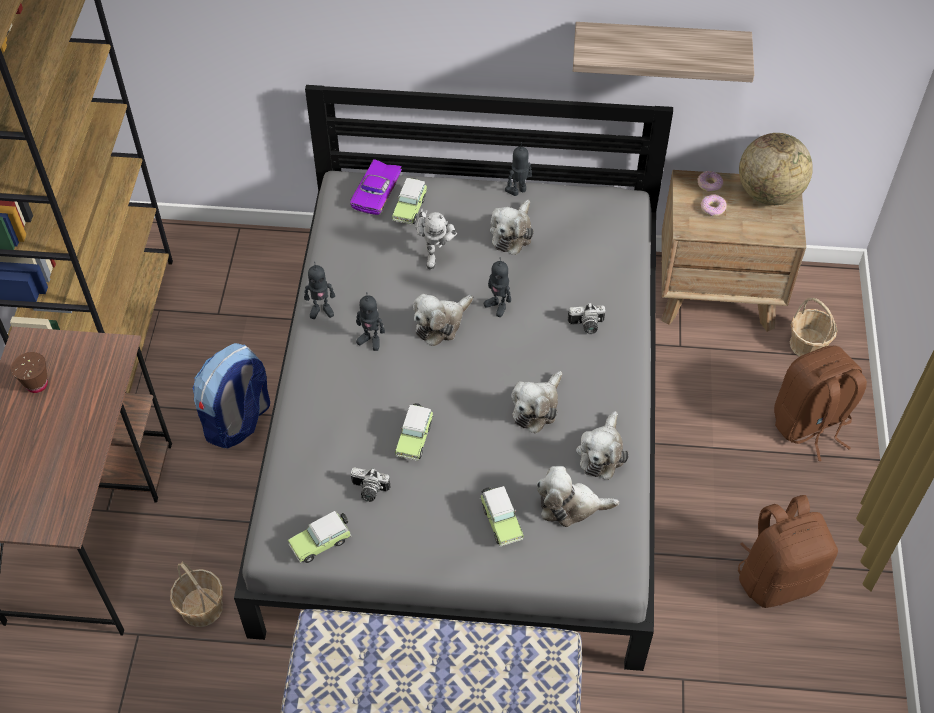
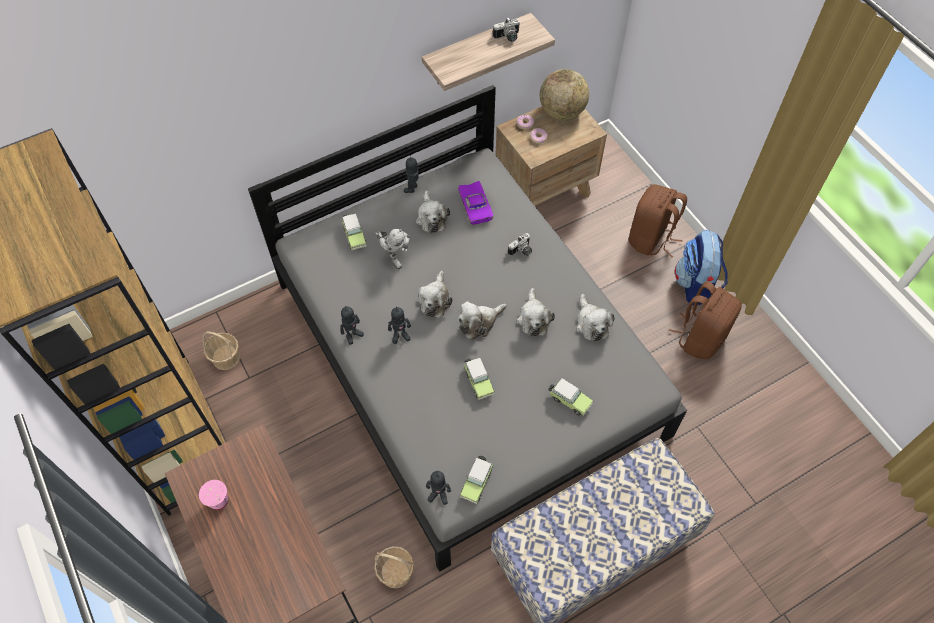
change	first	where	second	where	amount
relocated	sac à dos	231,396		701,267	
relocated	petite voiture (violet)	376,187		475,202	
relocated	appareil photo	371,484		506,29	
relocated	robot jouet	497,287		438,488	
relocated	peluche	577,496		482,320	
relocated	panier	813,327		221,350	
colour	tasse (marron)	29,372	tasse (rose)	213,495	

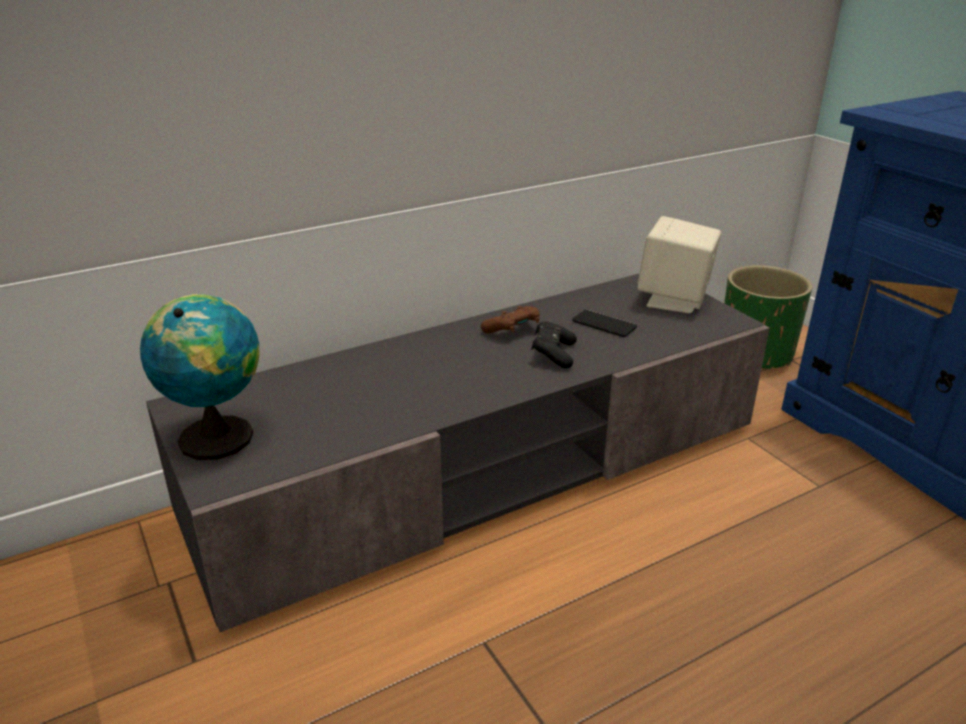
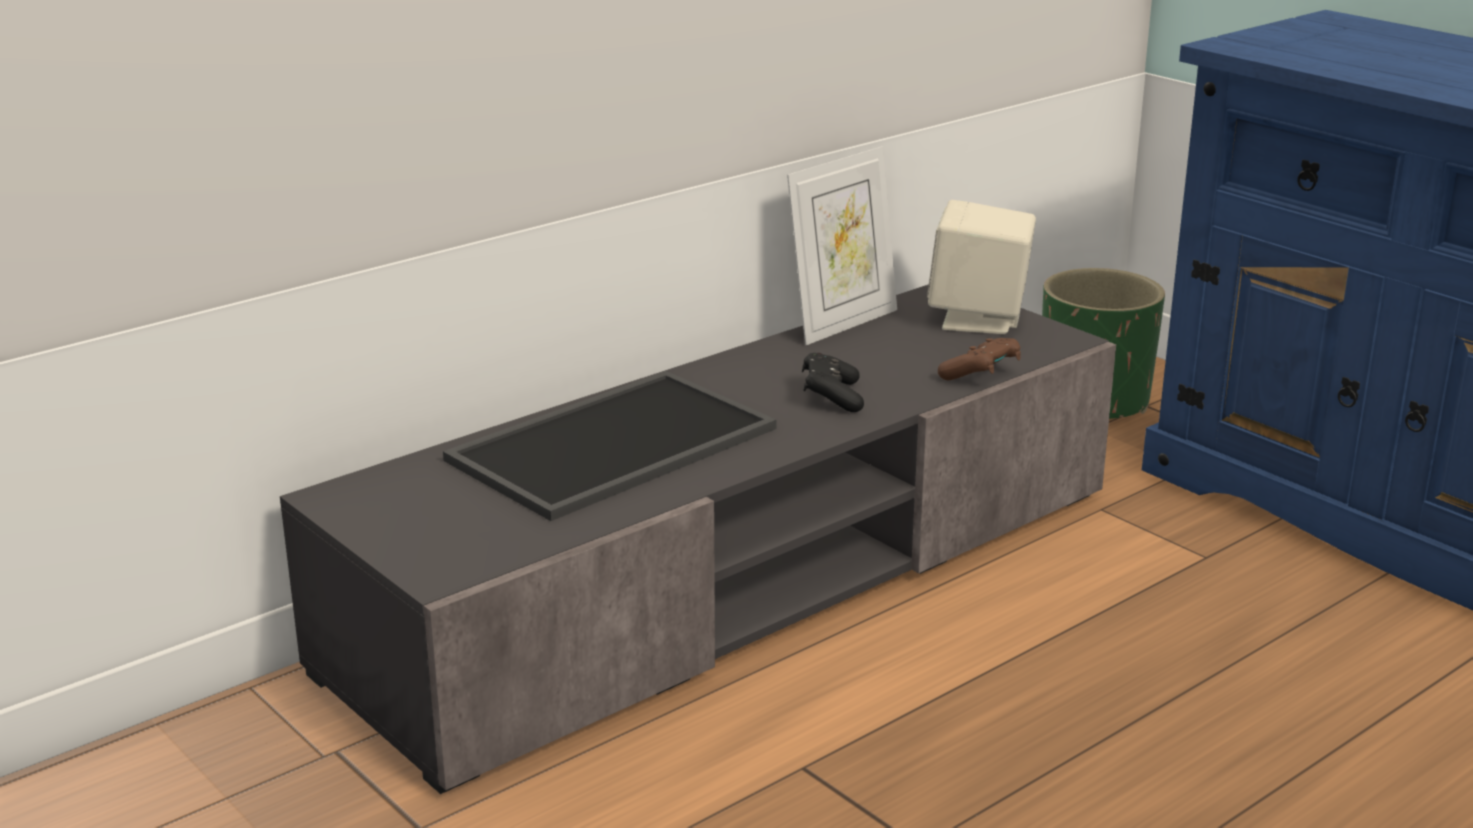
change	first	where	second	where	amount
missing	globe	199,377			
missing	téléphone	604,323			
appeared			plateau	610,446	
appeared			cadre photo	842,246	
relocated	manette (marron)	510,319		979,359	

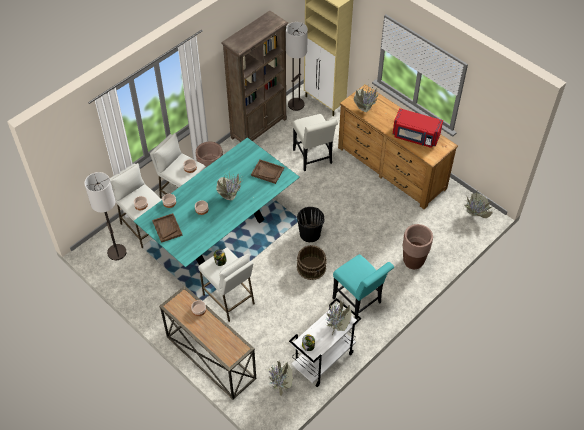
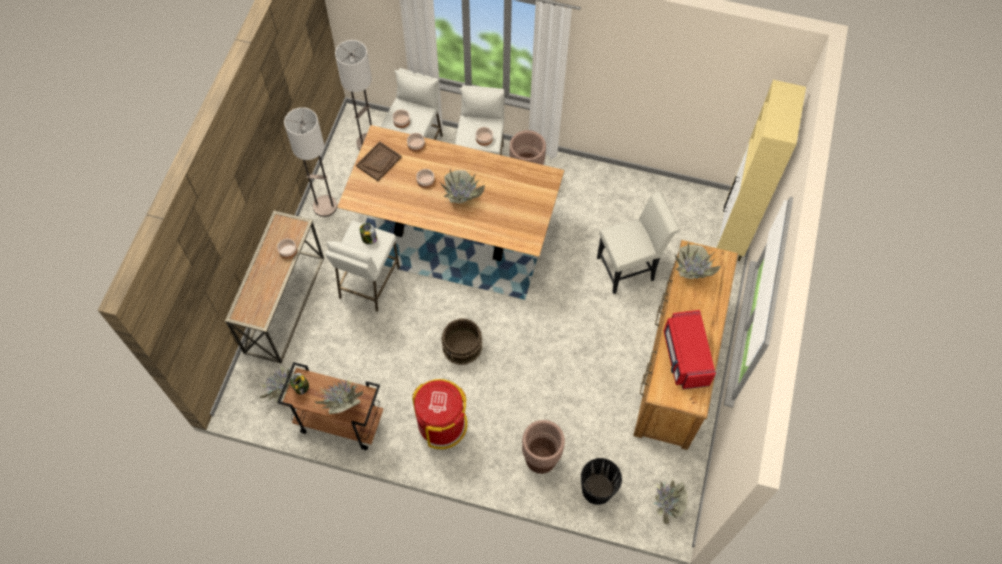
change	first	where	second	where	amount
missing	bibliothèque (marron)	254,76			
missing	plateau (marron)	267,172			
relocated	lampadaire	297,66		310,162	
relocated	seau (noir)	311,224		601,481	
exchanged	chaise (turquoise)	363,287	poubelle (rouge)	439,414	
colour	table à manger (turquoise)	217,202	table à manger (marron)	451,193	
colour	chariot (blanc)	325,342	chariot (marron)	330,406	
spun	chaise (blanc)	315,142		638,243	150 degrees counterclockwise

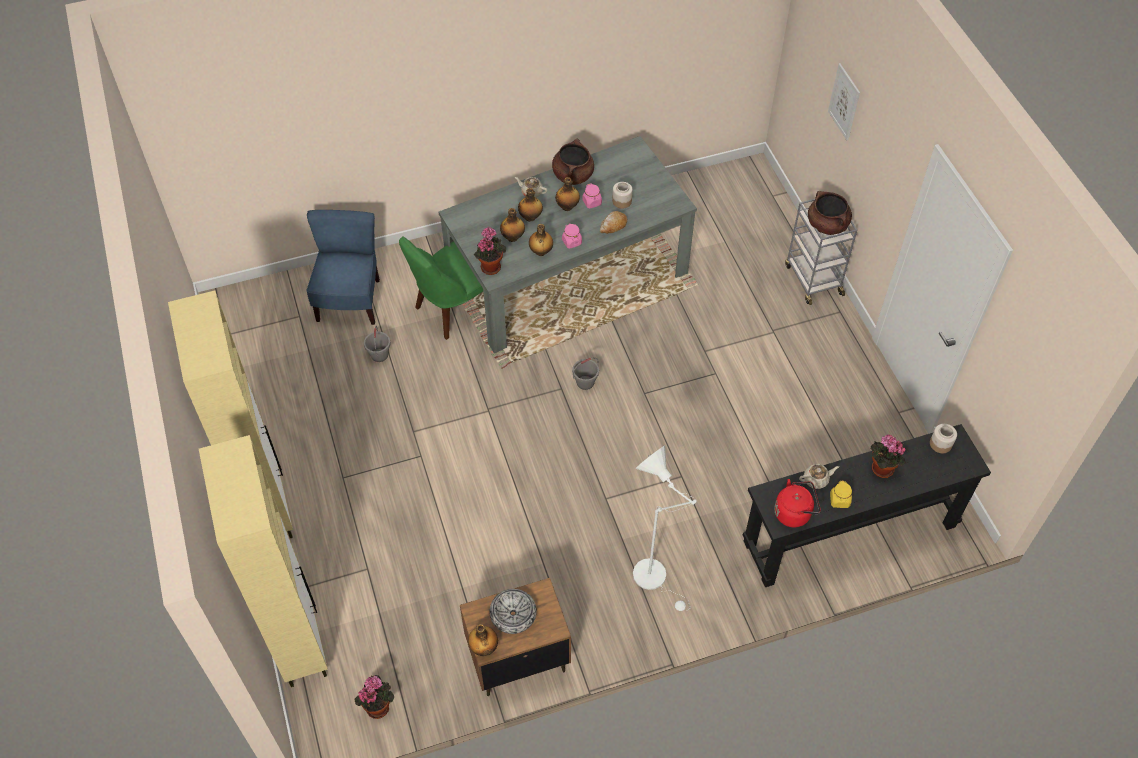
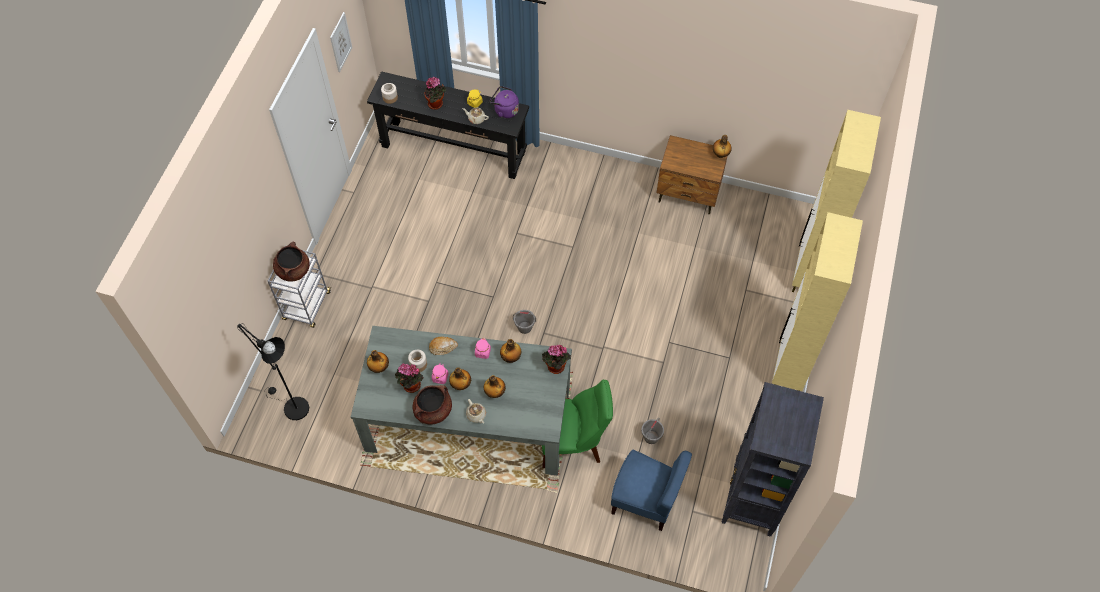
change	first	where	second	where	amount
missing	bol	513,611			
missing	lampadaire (blanc)	665,528			
appeared			lampadaire (noir)	273,371	
appeared			bibliothèque (noir)	773,459	
relocated	plante en pot	374,697		409,378	
relocated	bouteille	512,225		378,361	
relocated	tableau	844,101		341,42	
colour	bouilloire (rouge)	797,503	bouilloire (violet)	504,102	
spun	chaise (bleu)	343,267		651,490	105 degrees counterclockwise

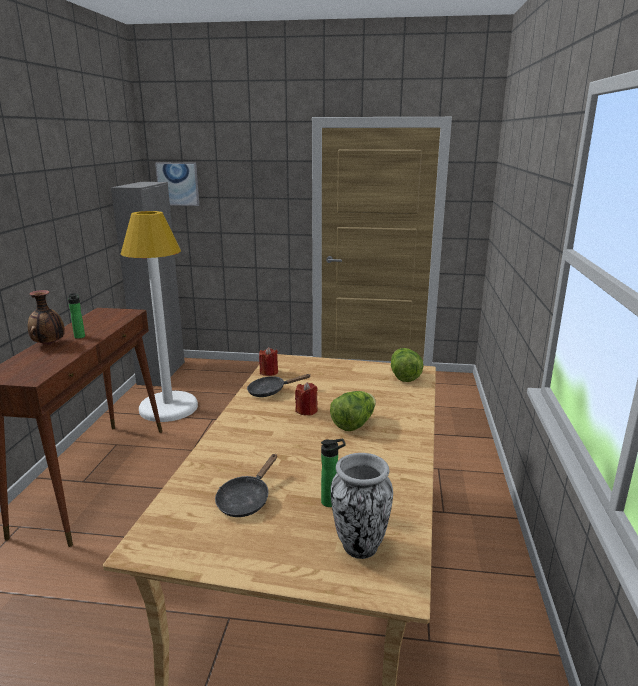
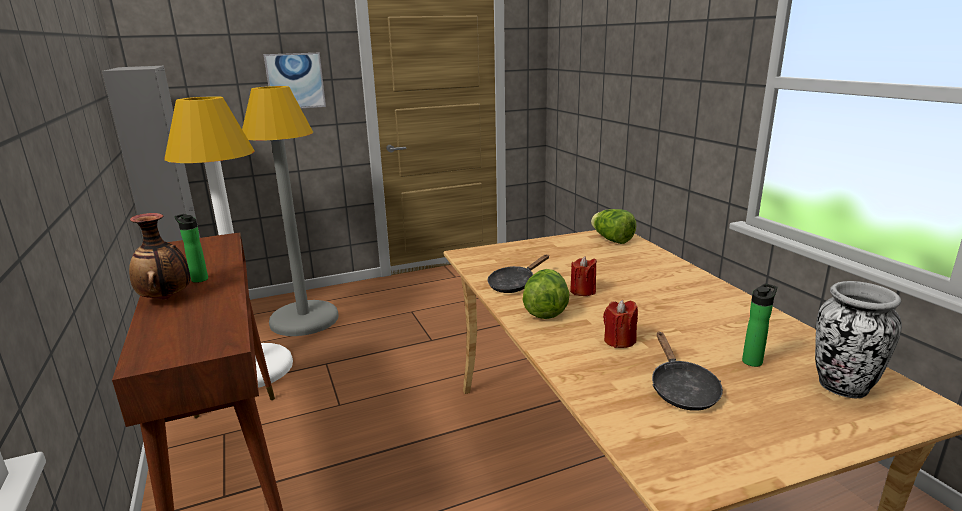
change	first	where	second	where	amount
appeared			lampadaire (gris)	290,211	
relocated	tableau	177,184		295,80	
relocated	bougie (rouge)	268,361		620,324	
relocated	laitue	353,411		545,294	

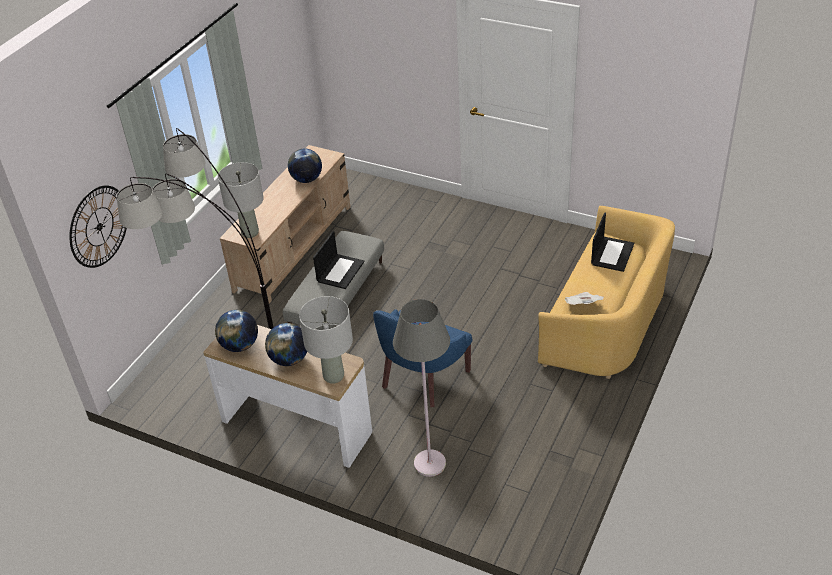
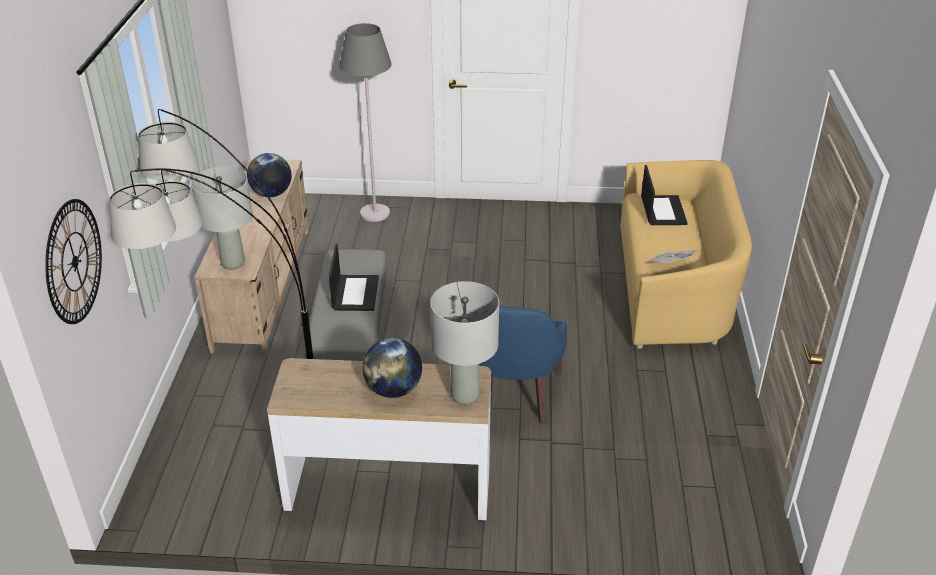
change	first	where	second	where	amount
missing	globe	236,331			
relocated	lampadaire (gris)	421,388		365,122	

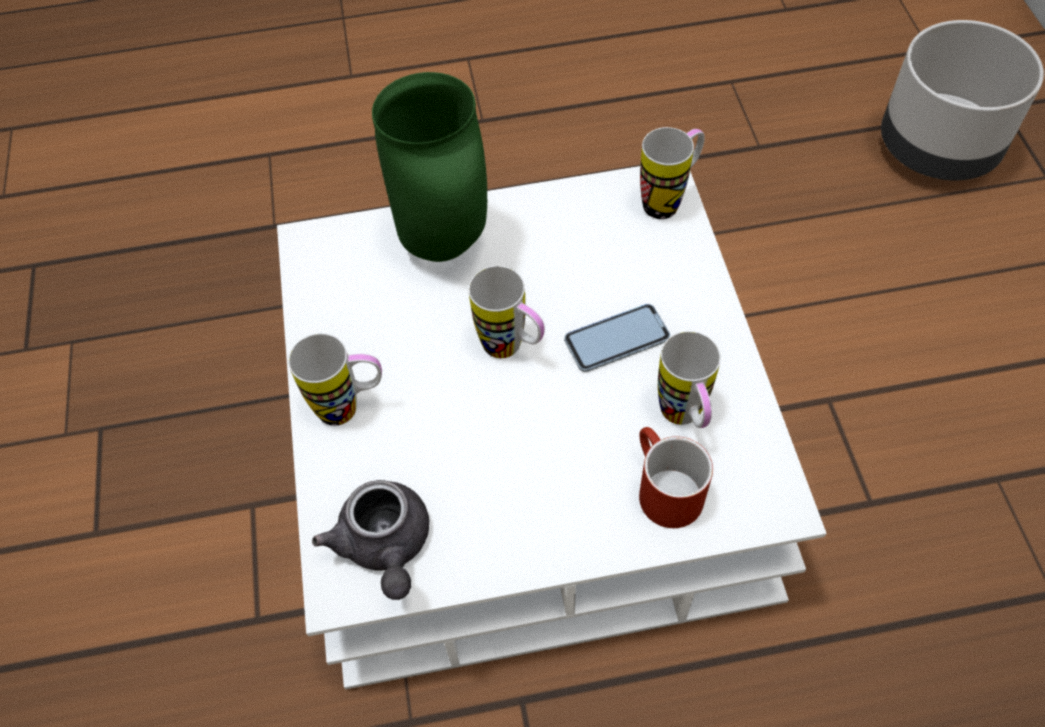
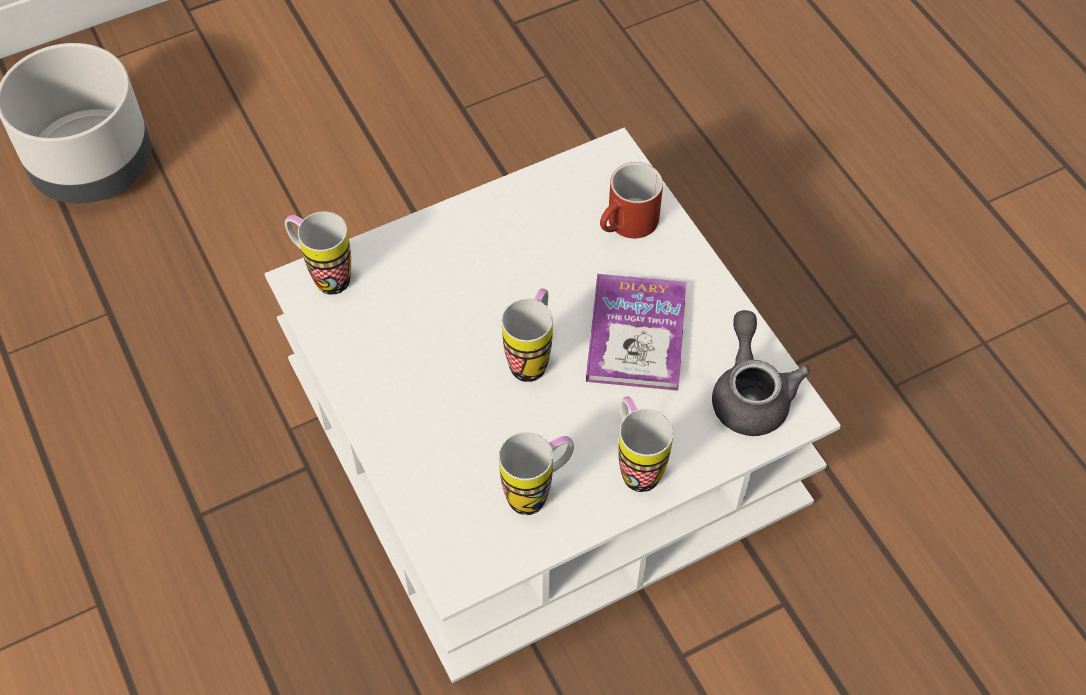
change	first	where	second	where	amount
missing	vase (vert)	429,167			
missing	téléphone	617,338			
appeared			livre	636,332	
relocated	mug	689,379		536,473	
spun	théière (gris)	370,540		761,373	60 degrees counterclockwise

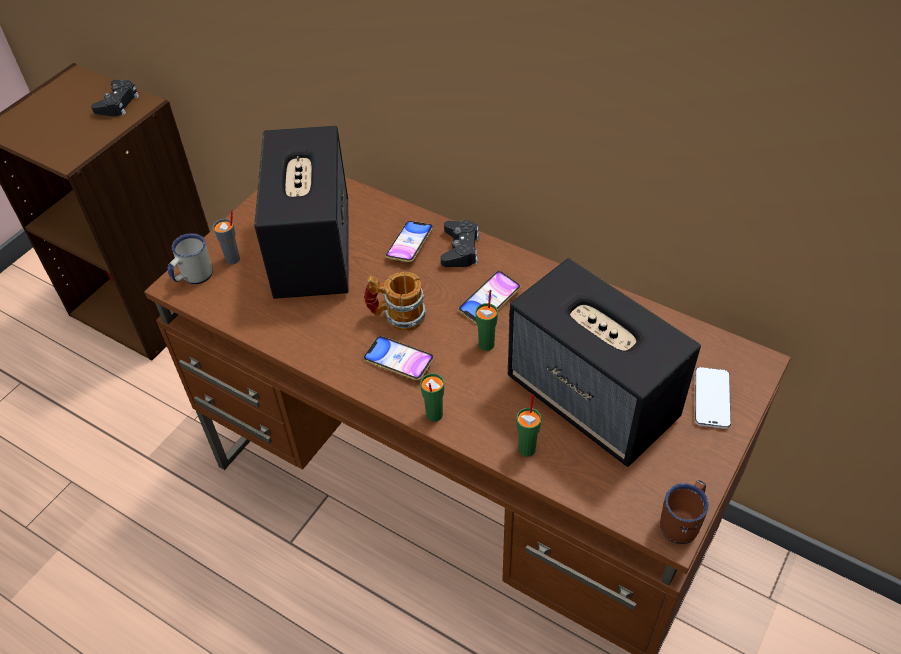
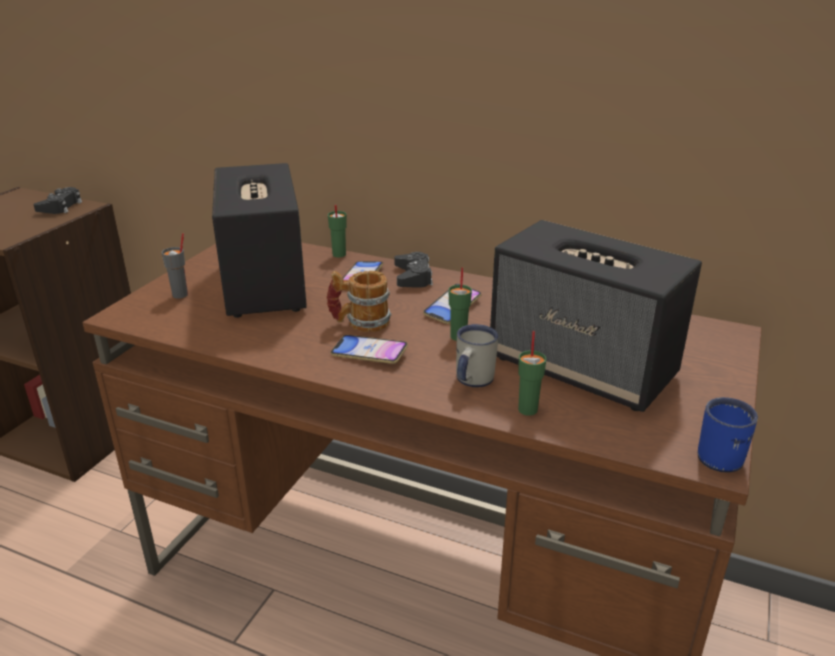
change	first	where	second	where	amount
missing	téléphone	713,398			
relocated	mug (blanc)	190,258		477,356	
relocated	tasse (vert)	432,397		337,230	
colour	mug (marron)	684,512	mug (bleu)	728,435	

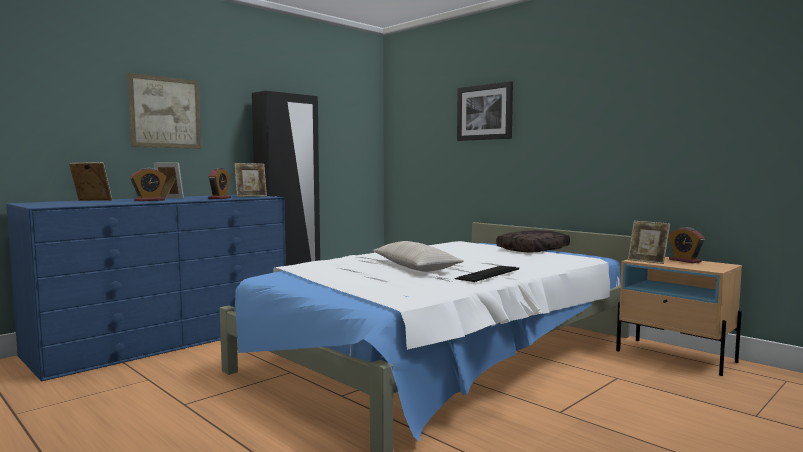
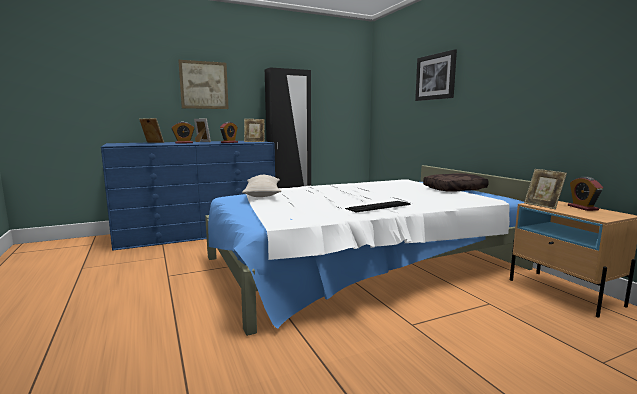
change	first	where	second	where	amount
relocated	coussin (beige)	418,256		261,186	

